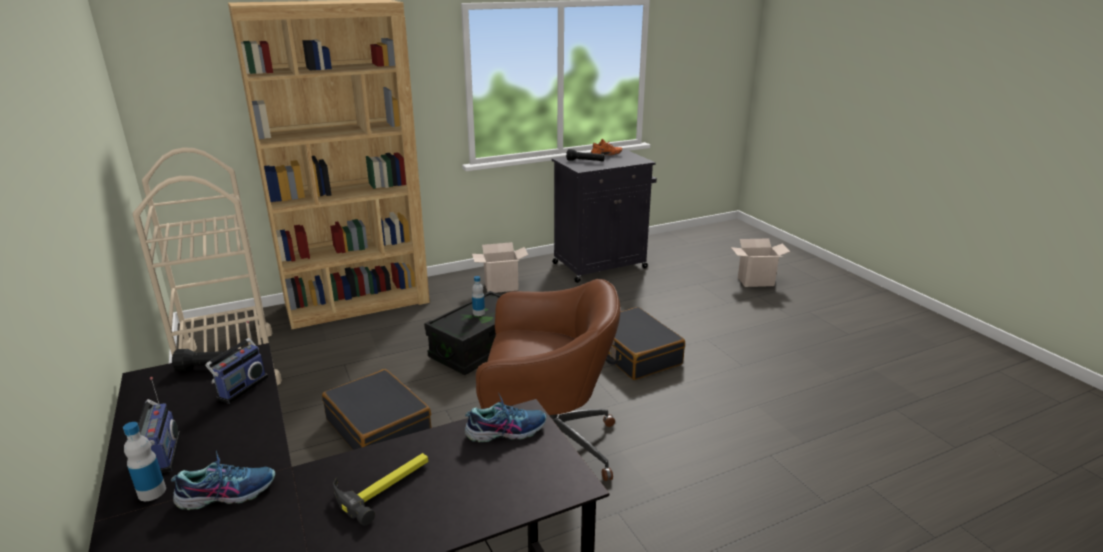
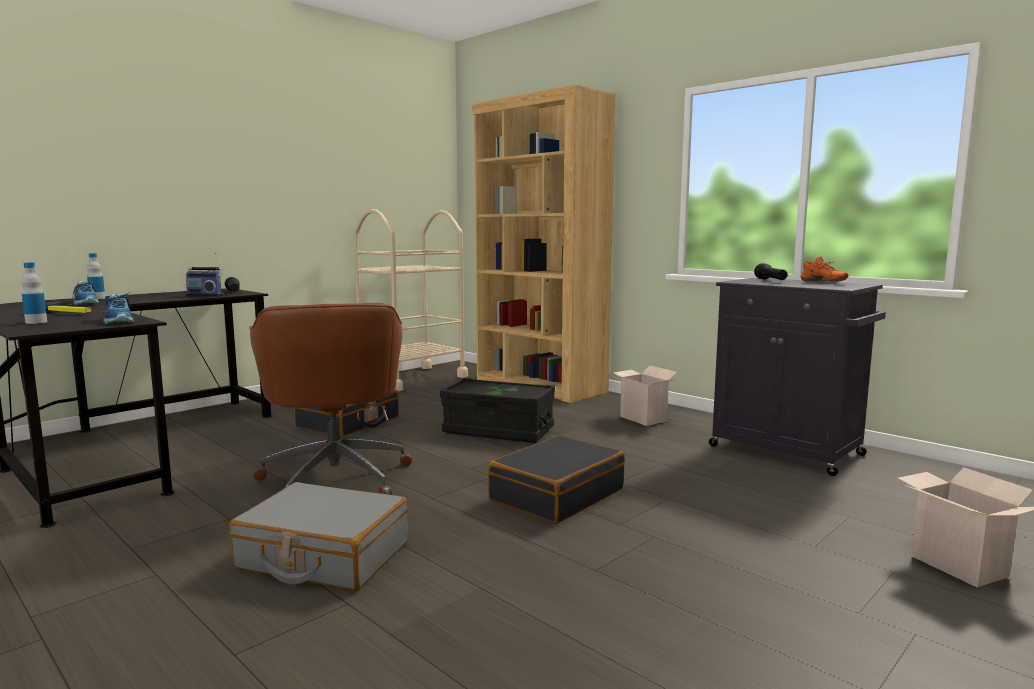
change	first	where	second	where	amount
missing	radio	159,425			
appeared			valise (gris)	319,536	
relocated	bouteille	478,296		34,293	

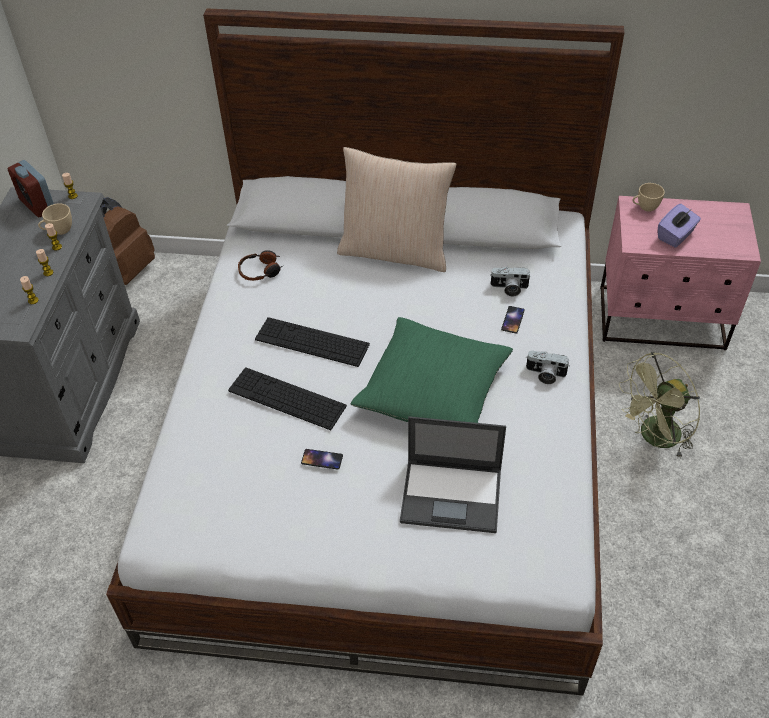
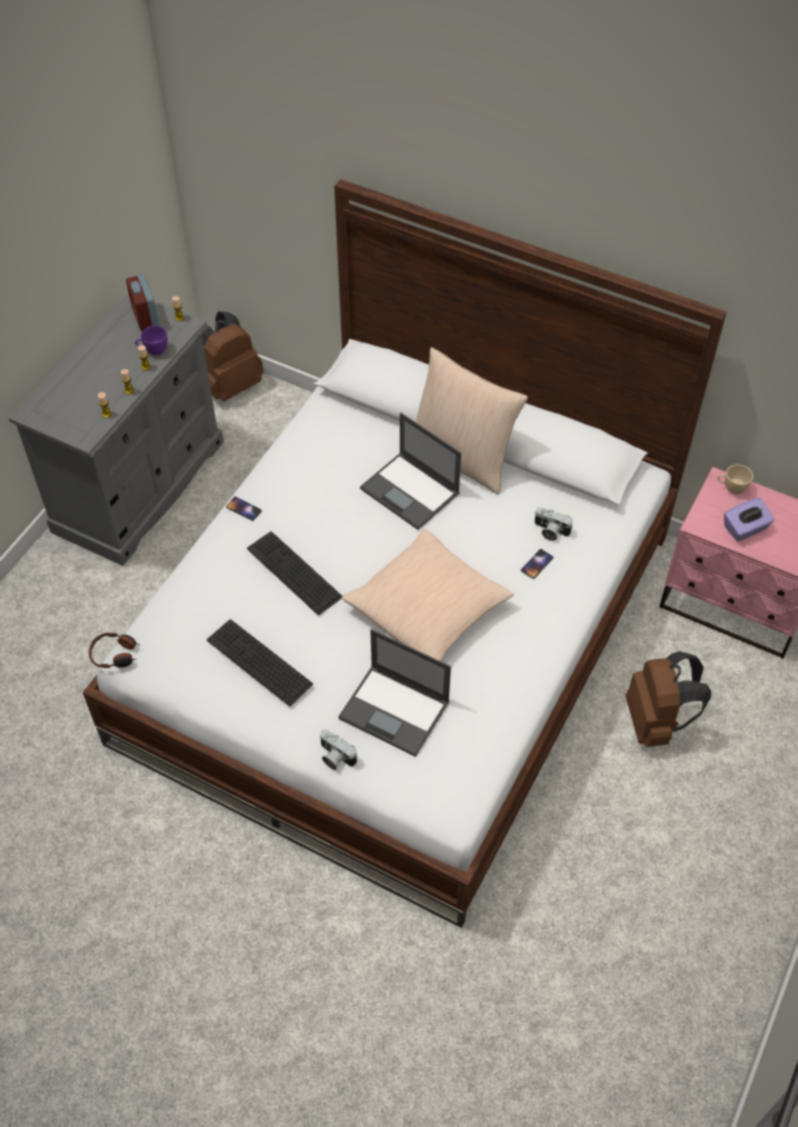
change	first	where	second	where	amount
appeared			ordinateur portable	410,471	
relocated	casque audio	260,265		114,650	
relocated	clavier	312,342		260,662	
relocated	téléphone	322,459		244,509	
relocated	appareil photo	548,367		338,749	
exchanged	ventilateur (vert)	659,405	sac à dos (marron)	669,699	
colour	tasse (beige)	55,219	tasse (violet)	151,340	
colour	coussin (vert)	432,370	coussin (beige)	428,595	

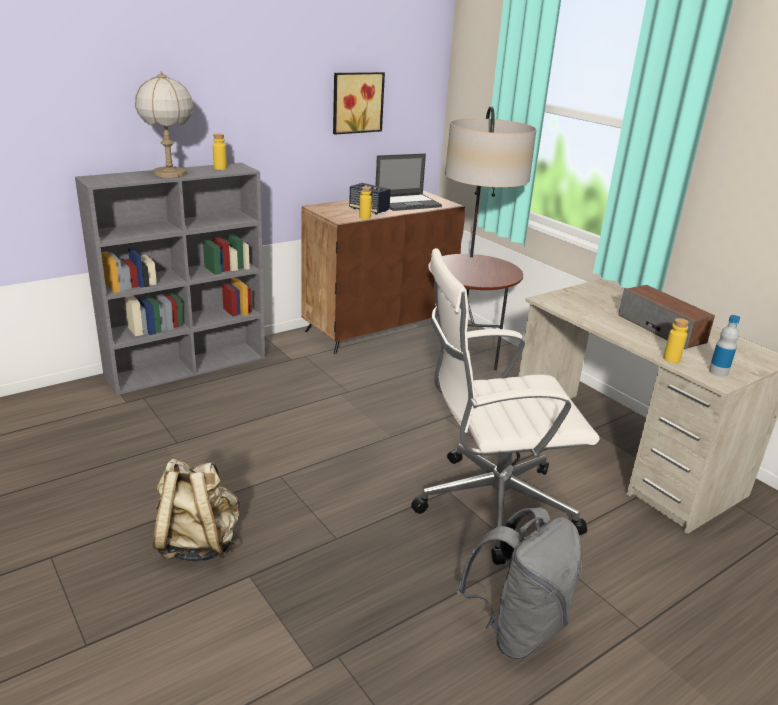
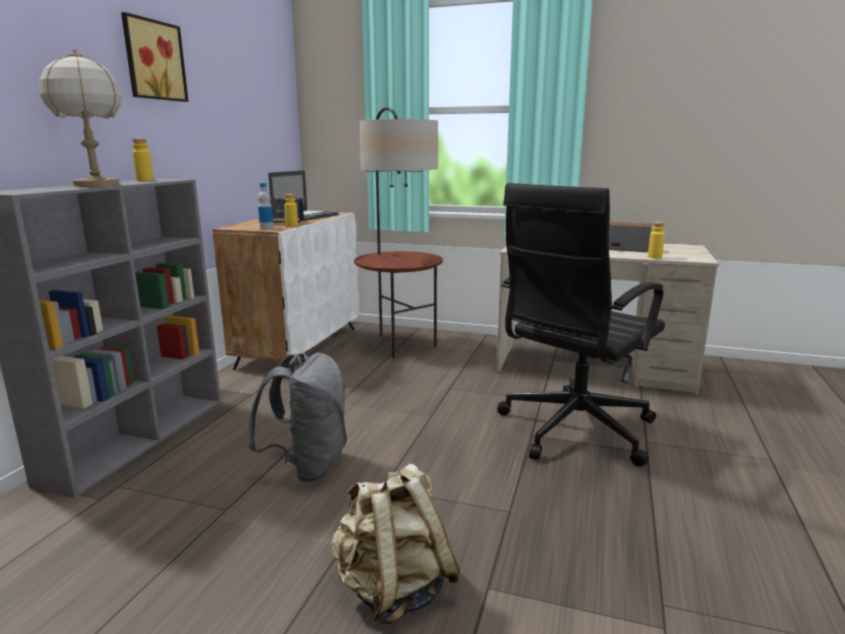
change	first	where	second	where	amount
relocated	tableau	359,103		155,57	
relocated	sac à dos (gris)	519,583		297,417	
relocated	bouteille	724,346		266,206	
colour	meuble de rangement (marron)	383,272	meuble de rangement (blanc)	285,291	
colour	chaise de bureau (blanc)	505,406	chaise de bureau (noir)	581,325	

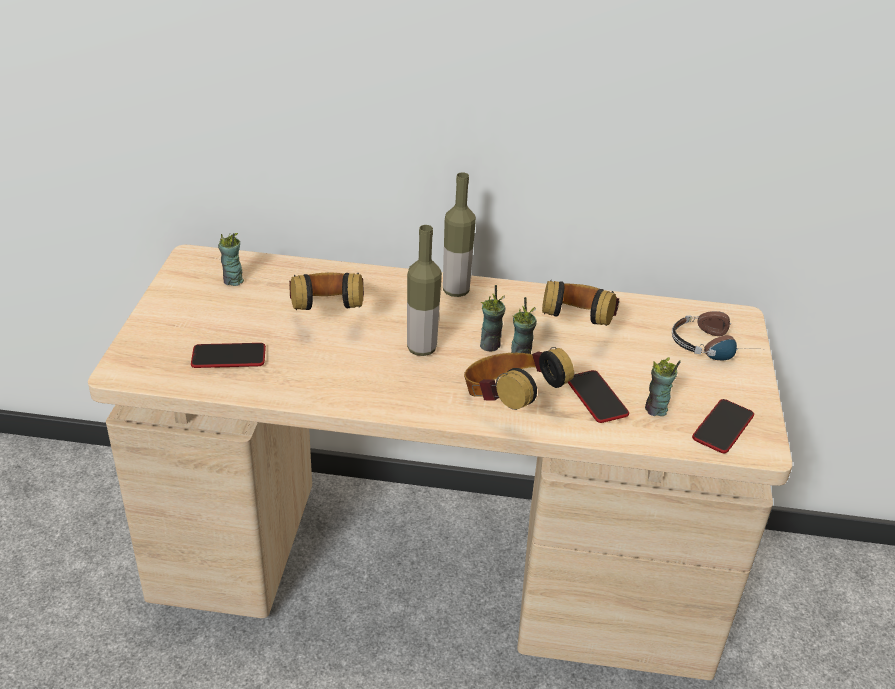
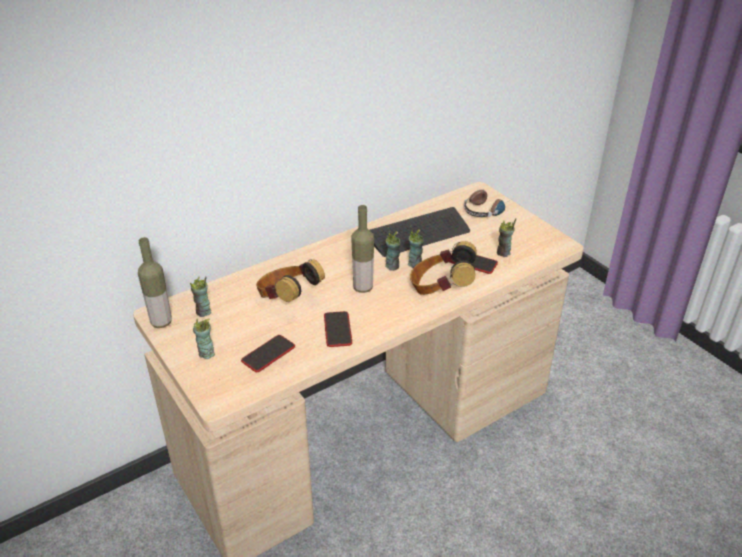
change	first	where	second	where	amount
appeared			tasse	204,339	
relocated	bouteille	459,234		155,282	
relocated	téléphone	723,426		338,329	
exchanged	casque audio	580,303	clavier	420,232	

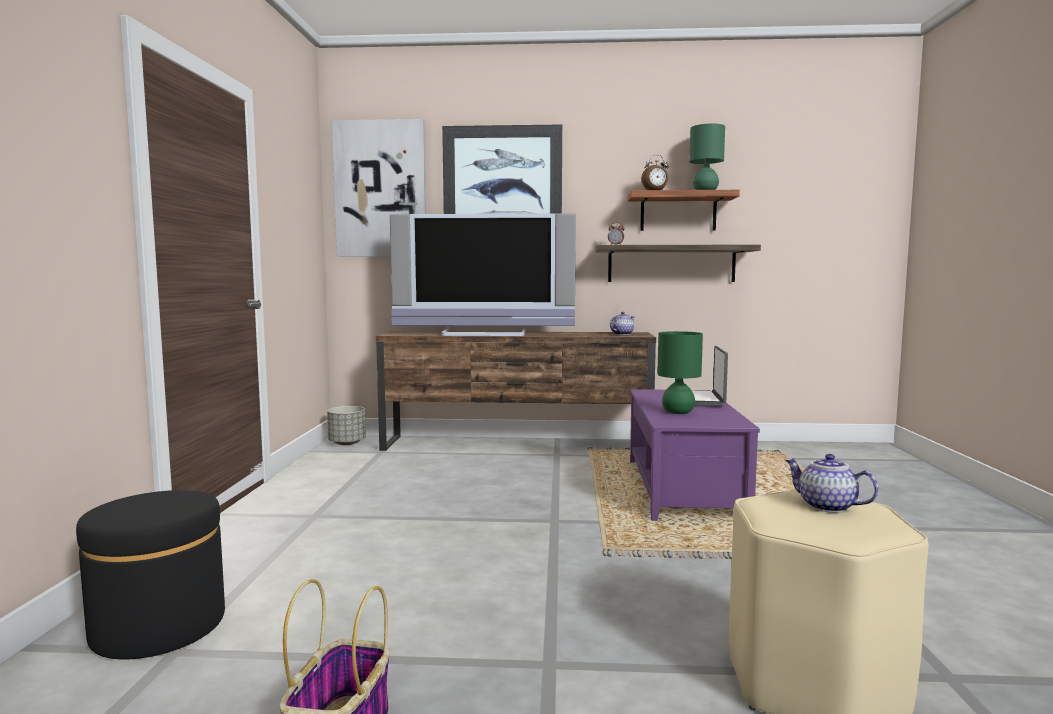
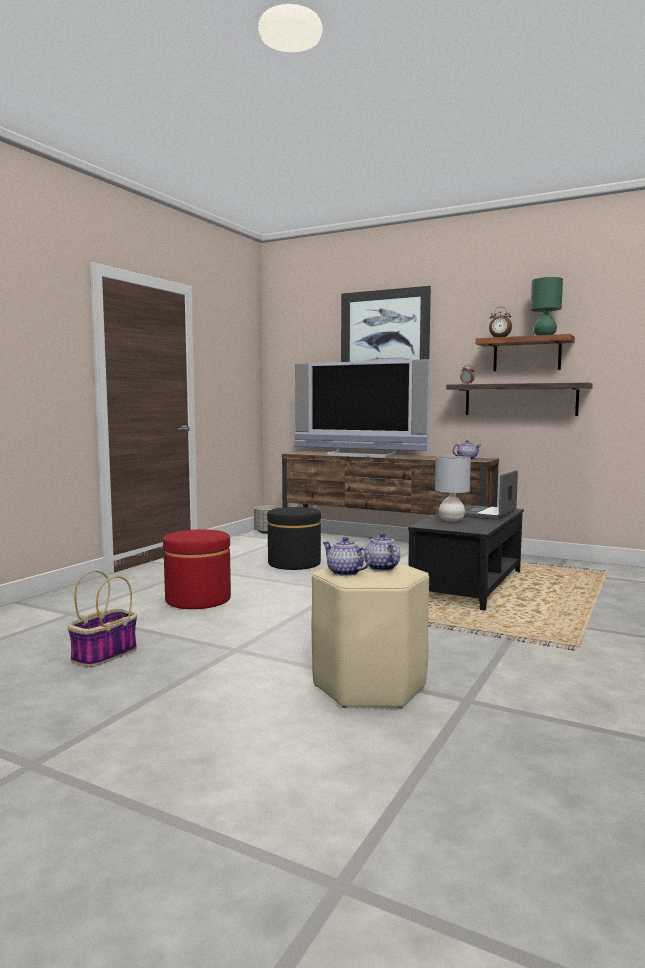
change	first	where	second	where	amount
missing	tableau	379,188			
appeared			pouf (rouge)	197,569	
appeared			théière	346,556	
relocated	pouf (noir)	150,574		294,538	
colour	table basse (violet)	695,455	table basse (noir)	466,558	
colour	lampe de table (vert)	680,372	lampe de table (gris)	453,489	

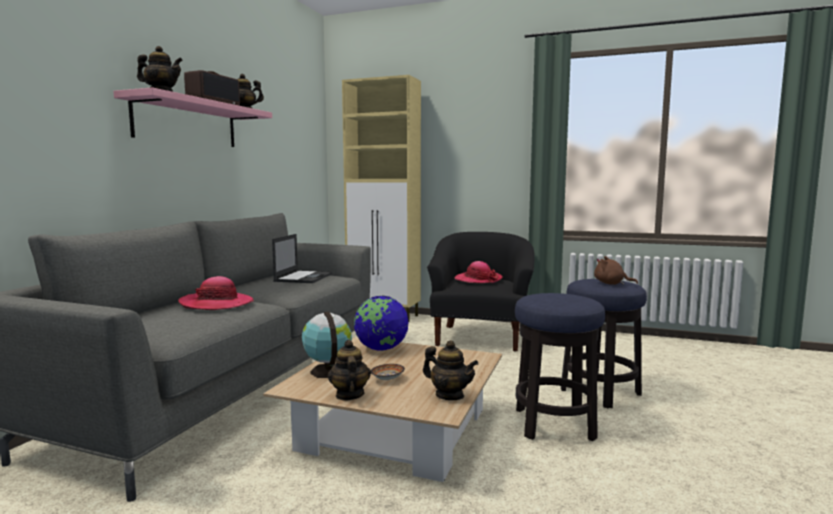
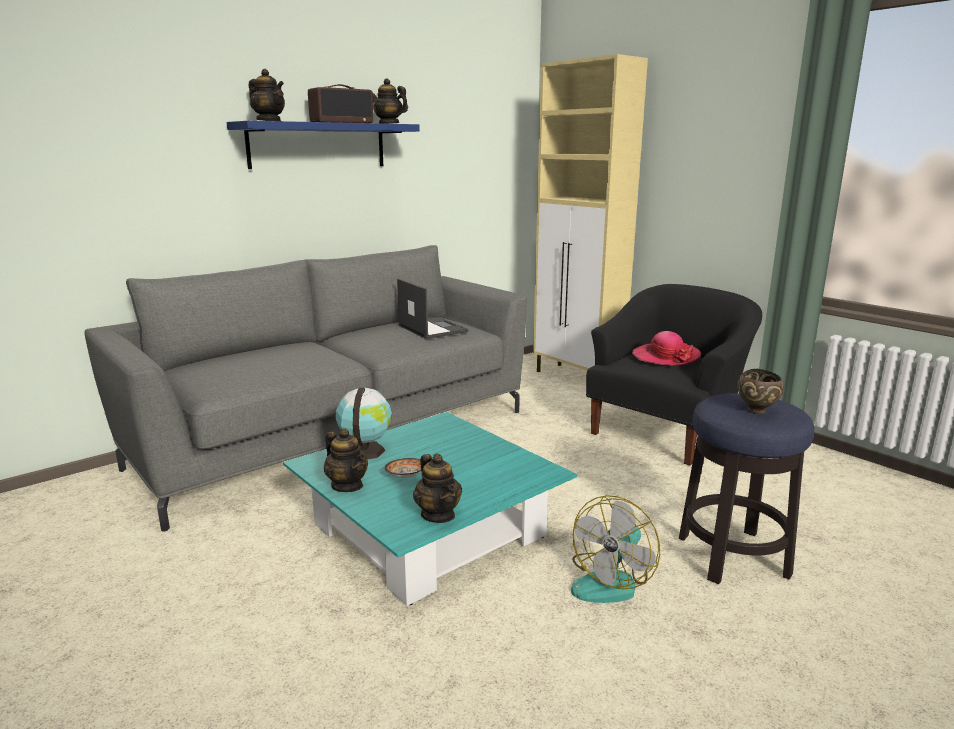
change	first	where	second	where	amount
missing	chapeau	216,293			
missing	globe	381,323			
exchanged	tabouret	560,367	ventilateur	615,549	
exchanged	peluche (marron)	616,270	bol (marron)	761,391	
colour	étagère (rose)	192,117	étagère (bleu)	323,145	
colour	table basse (beige)	382,409	table basse (turquoise)	430,509	
spun	ordinateur portable	302,258		432,309	75 degrees counterclockwise
spun	théière	349,370		346,460	120 degrees clockwise

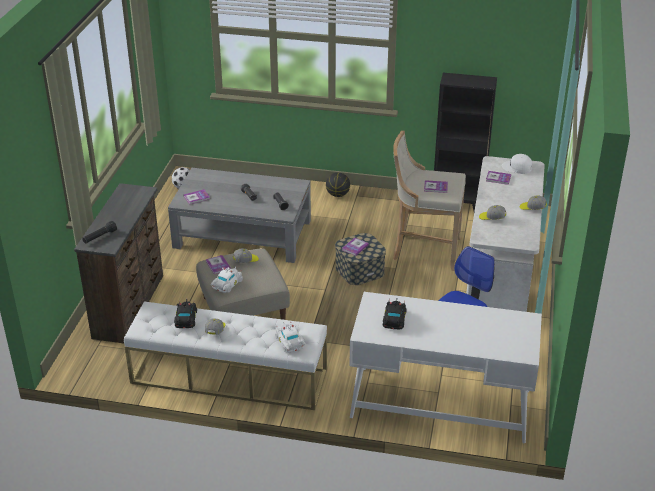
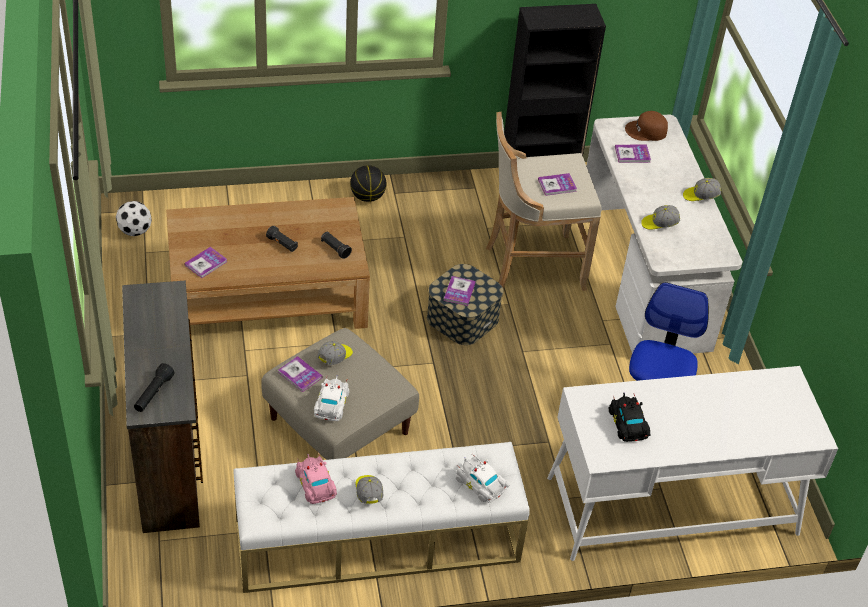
change	first	where	second	where	amount
colour	table basse (gris)	239,215	table basse (marron)	268,263	
colour	petite voiture (noir)	185,313	petite voiture (rose)	316,478	
colour	casquette (blanc)	517,164	casquette (marron)	646,126	

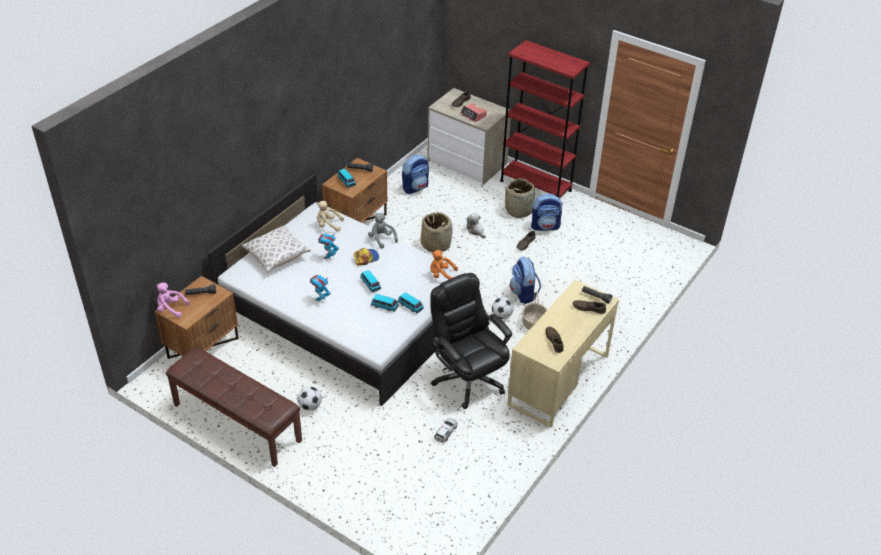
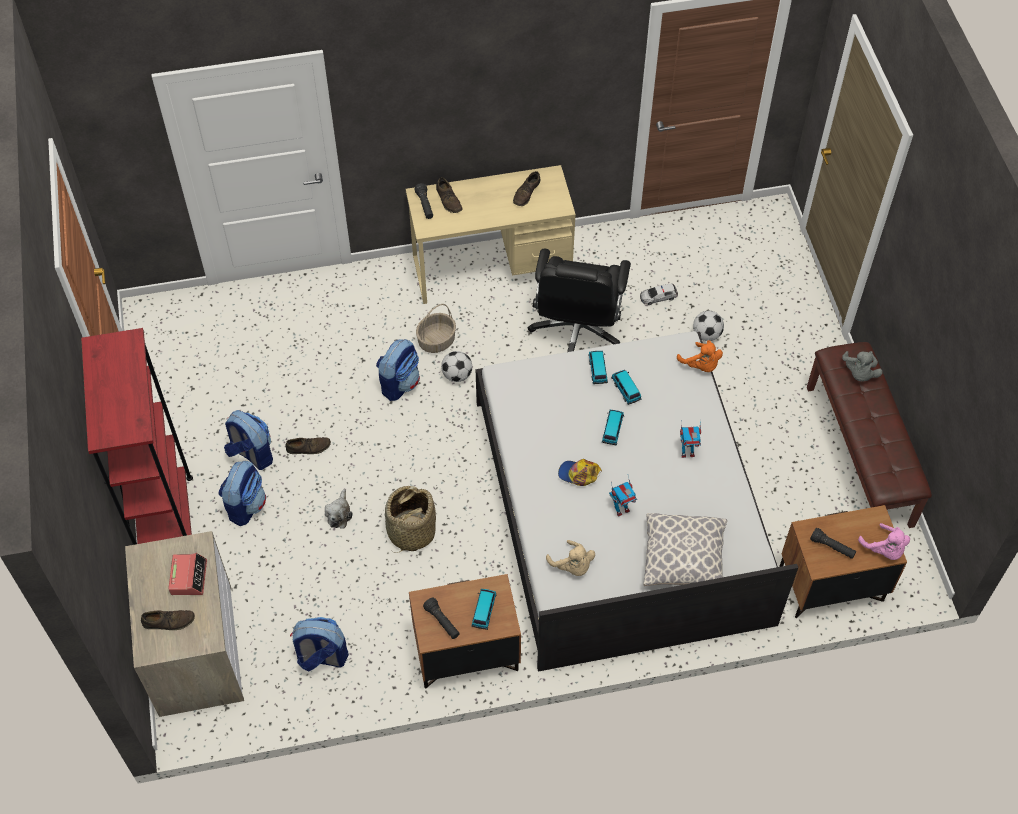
change	first	where	second	where	amount
relocated	ballon de foot	310,398		708,326	
relocated	peluche (gris)	383,231		862,366	
relocated	peluche (orange)	444,264		700,356	
exchanged	panier	520,198	sac à dos	242,493	

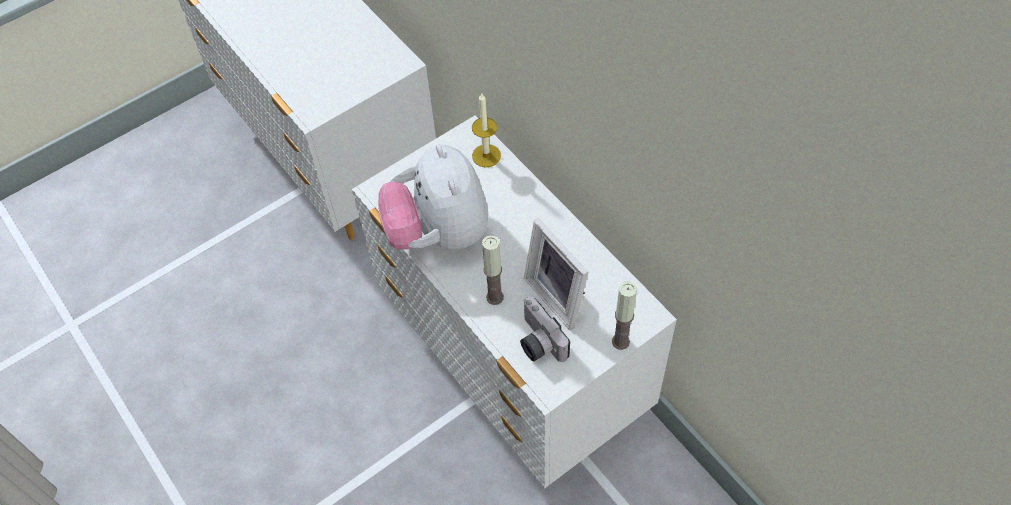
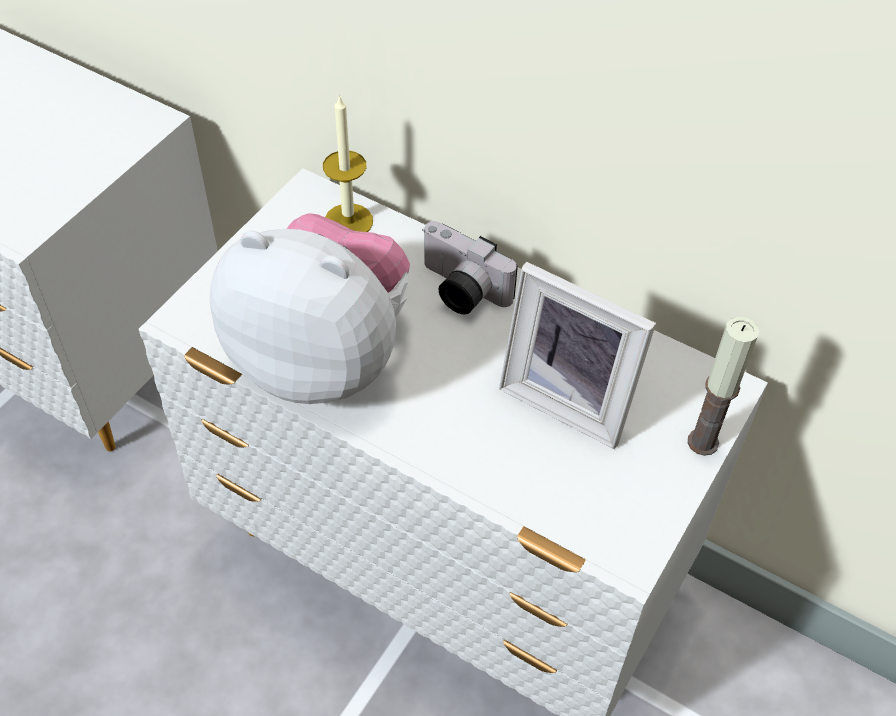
change	first	where	second	where	amount
missing	bougie	493,270			
relocated	appareil photo	545,329		470,267	
spun	peluche	433,197		309,308	150 degrees clockwise

